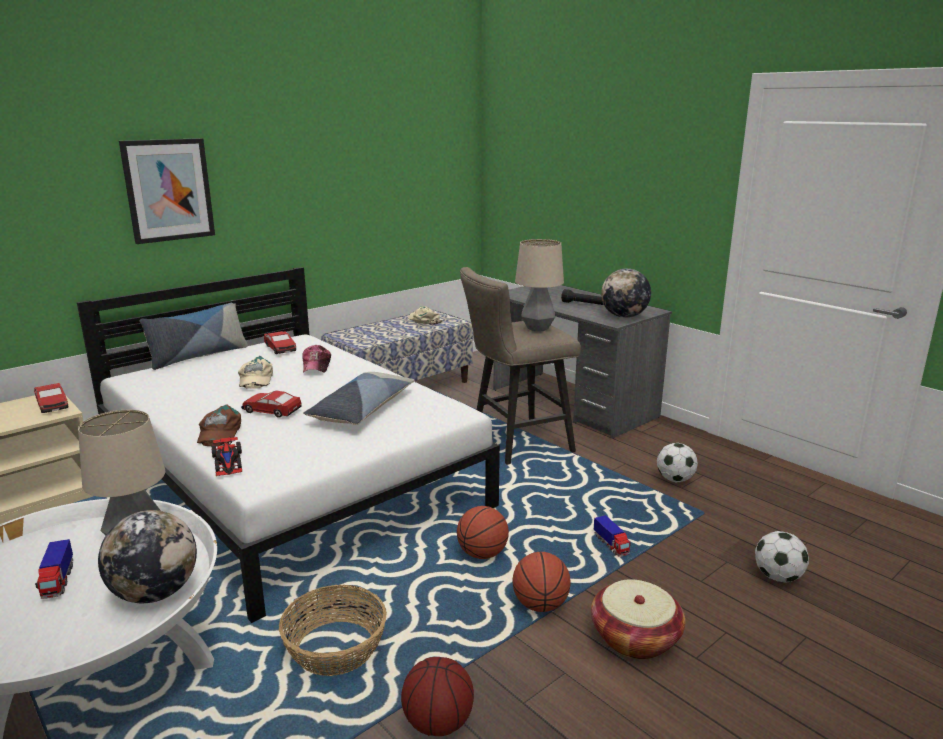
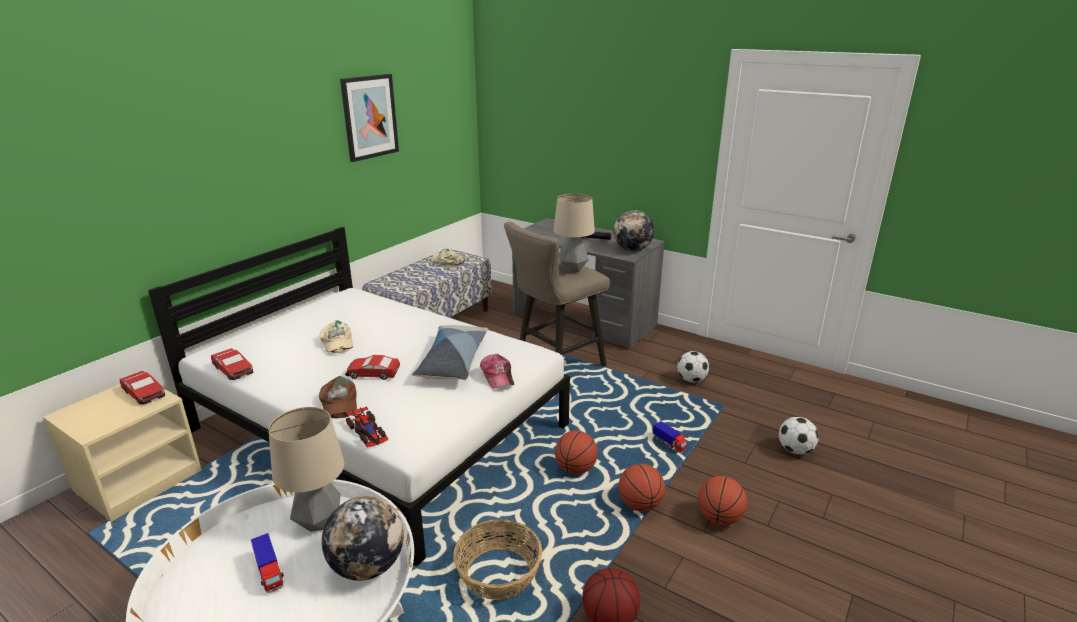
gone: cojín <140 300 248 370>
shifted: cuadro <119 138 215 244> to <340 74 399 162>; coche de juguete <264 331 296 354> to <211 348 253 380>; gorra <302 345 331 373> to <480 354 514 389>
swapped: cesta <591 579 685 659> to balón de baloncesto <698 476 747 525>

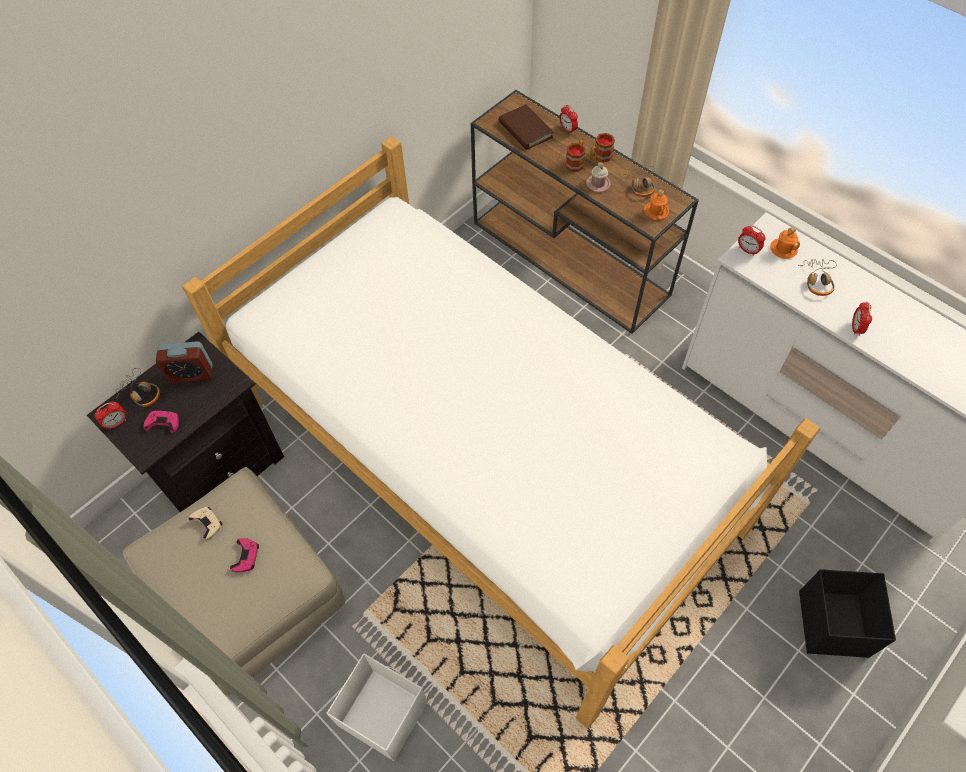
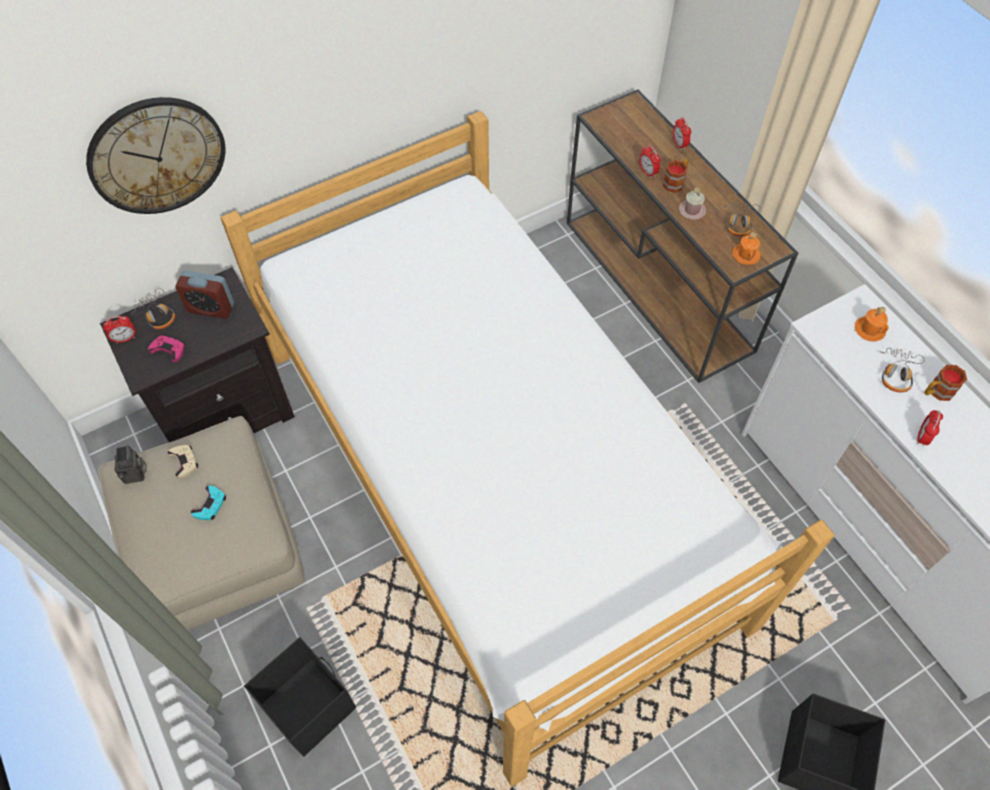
gone: libro (marrón) <499 104 554 150>
new: reloj de pared <86 97 225 214>; cámara <114 445 147 484>
shifted: taza grande <590 133 615 163> to <925 365 967 401>; despertador <738 225 766 256> to <639 146 661 178>
repainted: mando de consola (rosa) <230 538 259 573> to mando de consola (turquesa) <191 485 226 520>; caja de almacenaje (blanco) <327 653 428 761> to caja de almacenaje (negro) <244 637 356 757>

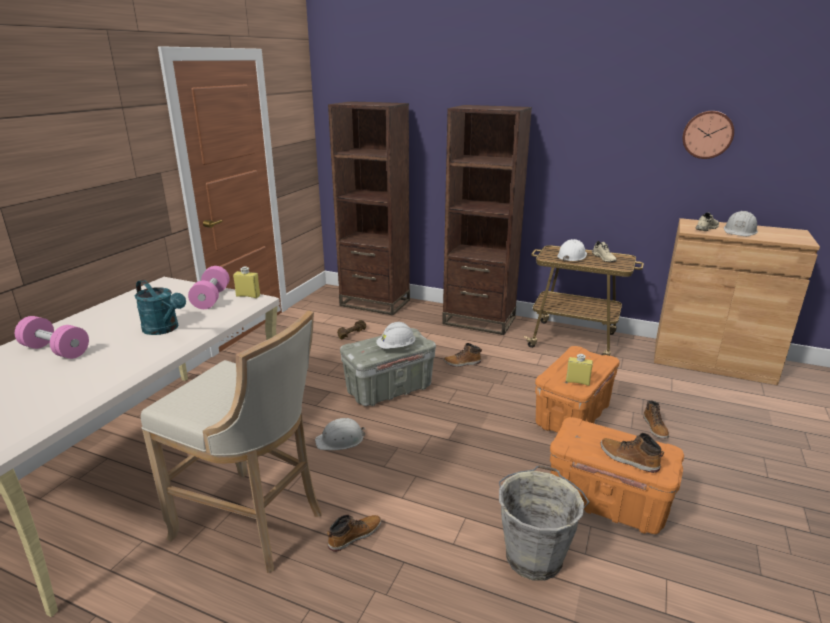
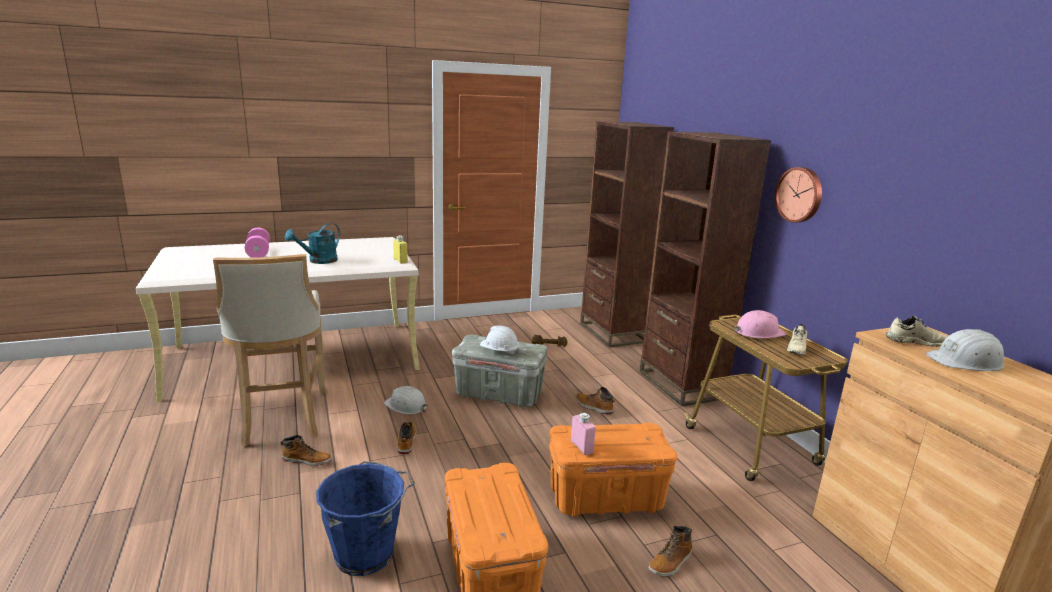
gone: mancuerna (rosa) <188 266 230 309>
shifted: reloj de pared <683 111 734 159> to <775 167 822 223>; bota <601 433 664 473> to <397 422 416 454>
repainted: casco (blanco) <557 239 587 262> to casco (rosa) <734 310 787 338>; botella (amarillo) <566 354 593 386> to botella (rosa) <571 413 596 455>; cubo (gris) <499 465 589 581> to cubo (azul) <316 462 415 576>
rotated: regadera (turquesa) <135 280 186 335> = <285 223 340 264> 45 degrees clockwise

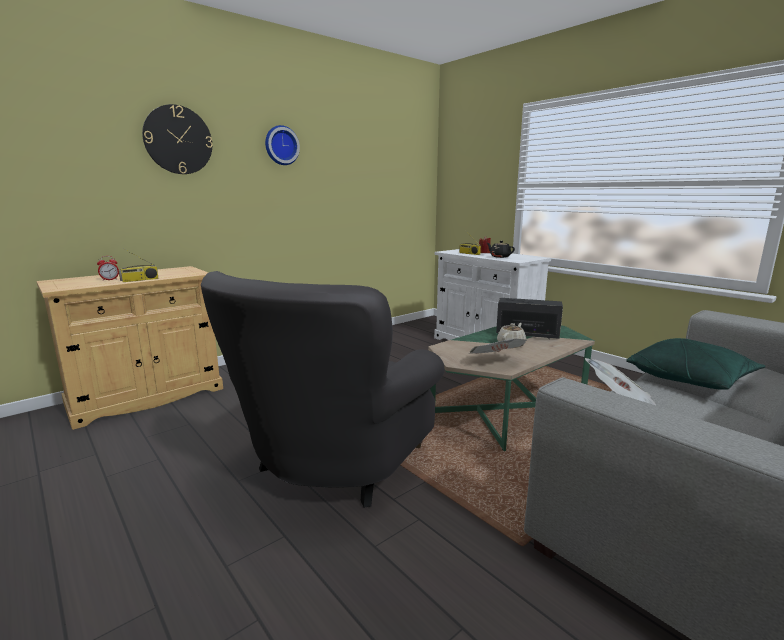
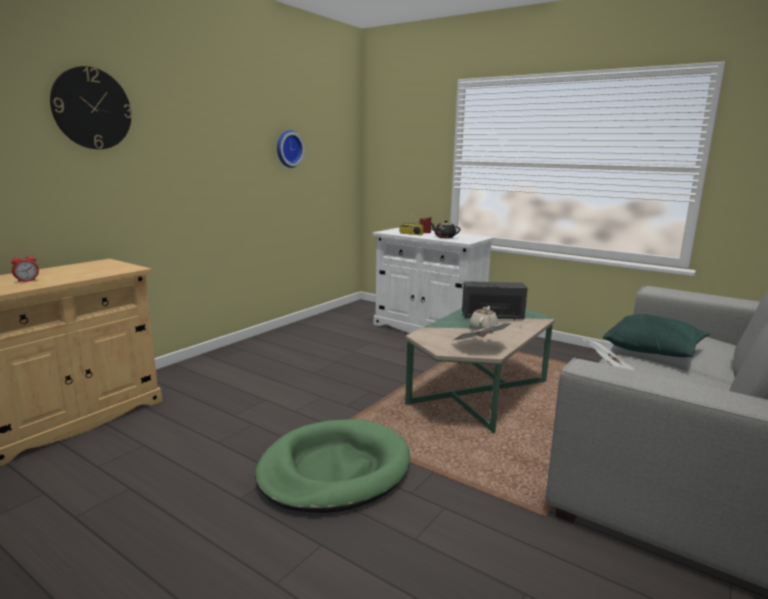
gone: radio <118 248 159 282>
shifted: reloj de pared <265 125 300 165> to <277 130 305 168>
swapped: sillón (gris) <201 271 445 508> to cama para perro (verde) <255 419 410 513>

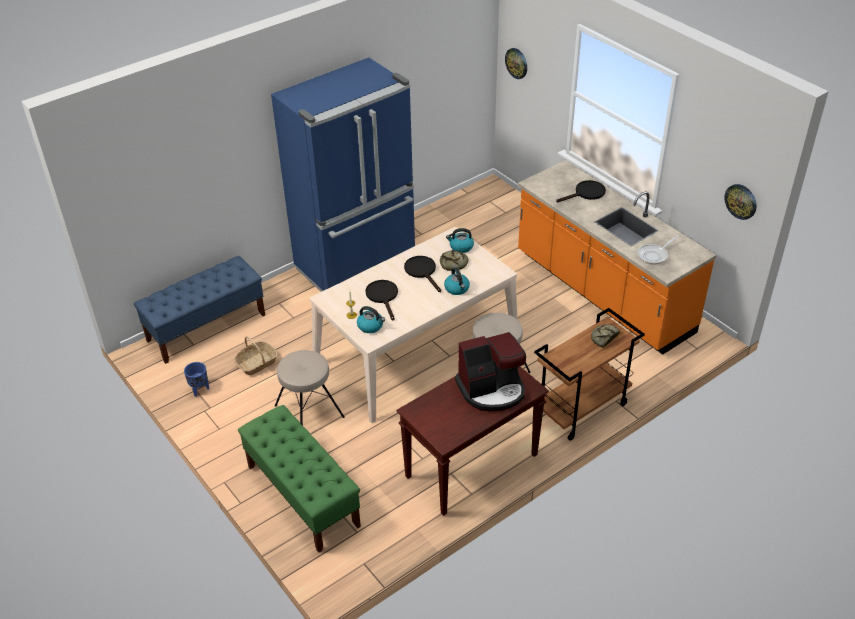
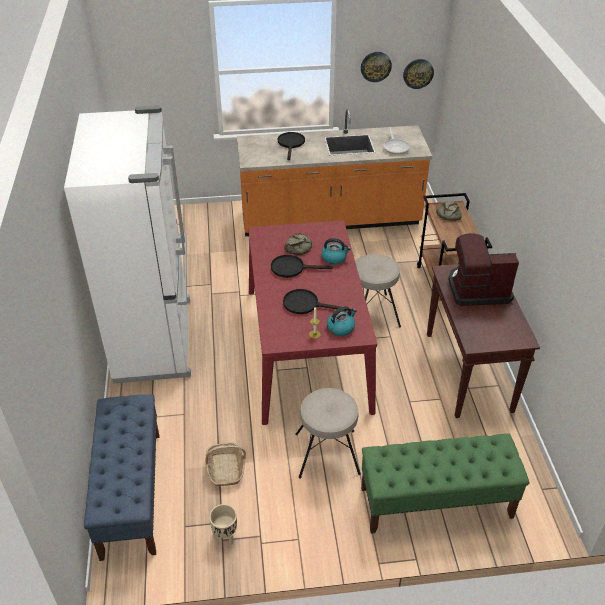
gone: hervidor <446 228 474 253>
shifted: reloj de pared <505 48 527 79> to <361 52 392 82>
repainted: nevera (azul) <271 57 415 292> to nevera (blanco) <64 105 191 384>; mesa de comedor (beis) <310 227 517 423> to mesa de comedor (rojo) <248 221 377 425>; maceta (azul) <184 362 209 397> to maceta (beis) <209 504 237 545>
rotated: cafetera <455 332 526 411> = <448 233 519 306> 105 degrees counterclockwise

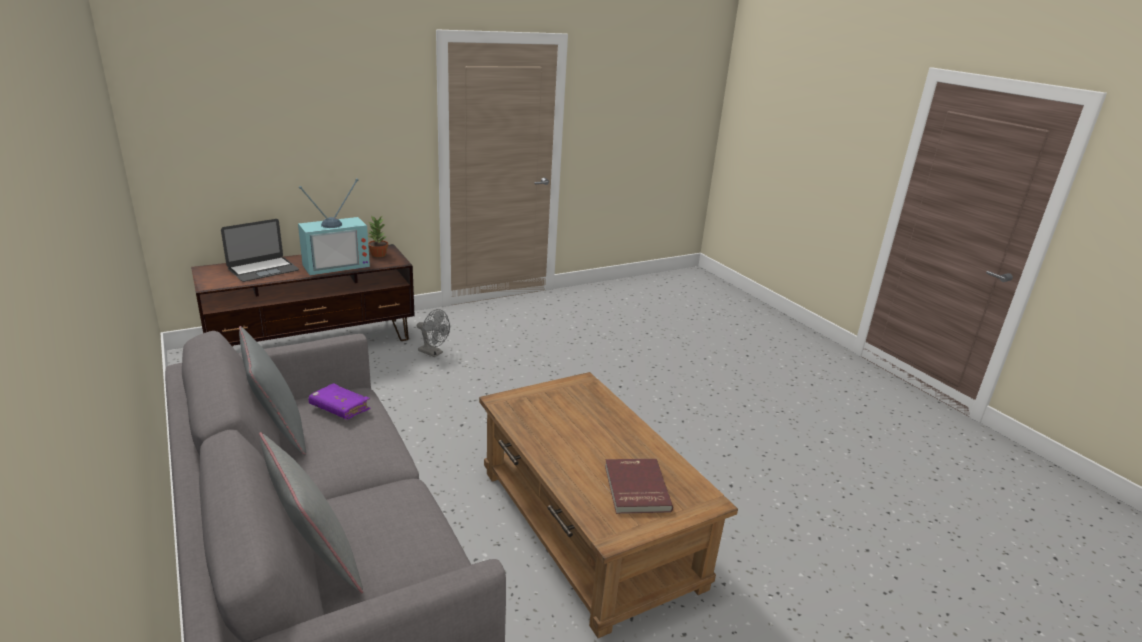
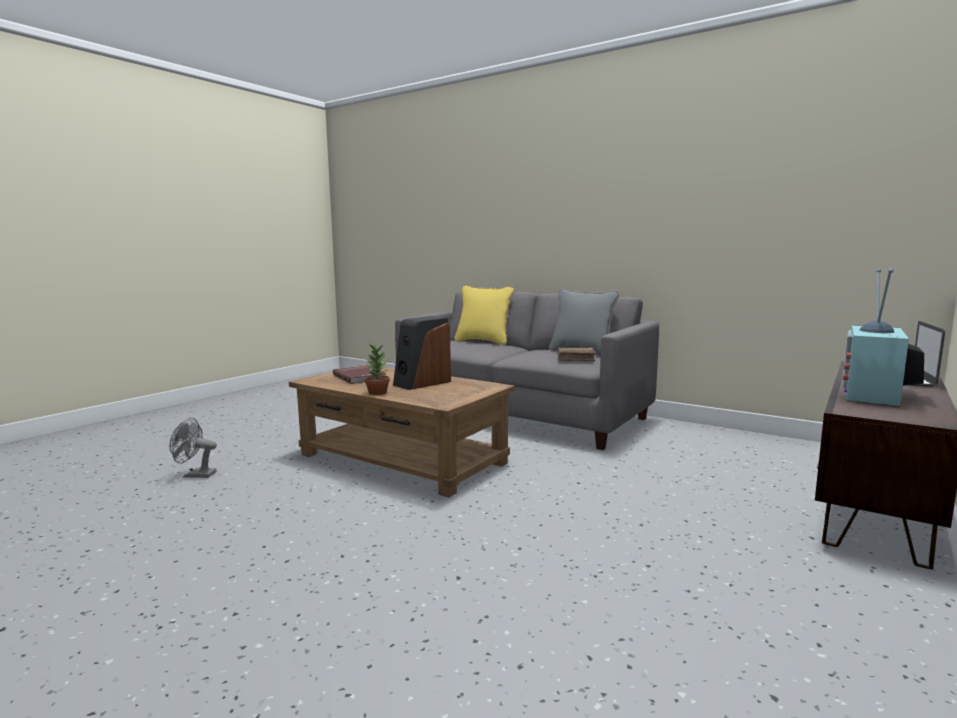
new: altavoz <393 316 451 390>
shifted: planta en maceta <368 216 388 257> to <365 343 390 395>; ventilador (gris) <417 309 450 357> to <170 418 217 478>
repainted: libro (morado) <308 383 370 419> to libro (marrón) <557 347 596 361>; cojín (gris) <259 432 363 594> to cojín (amarillo) <454 285 514 345>

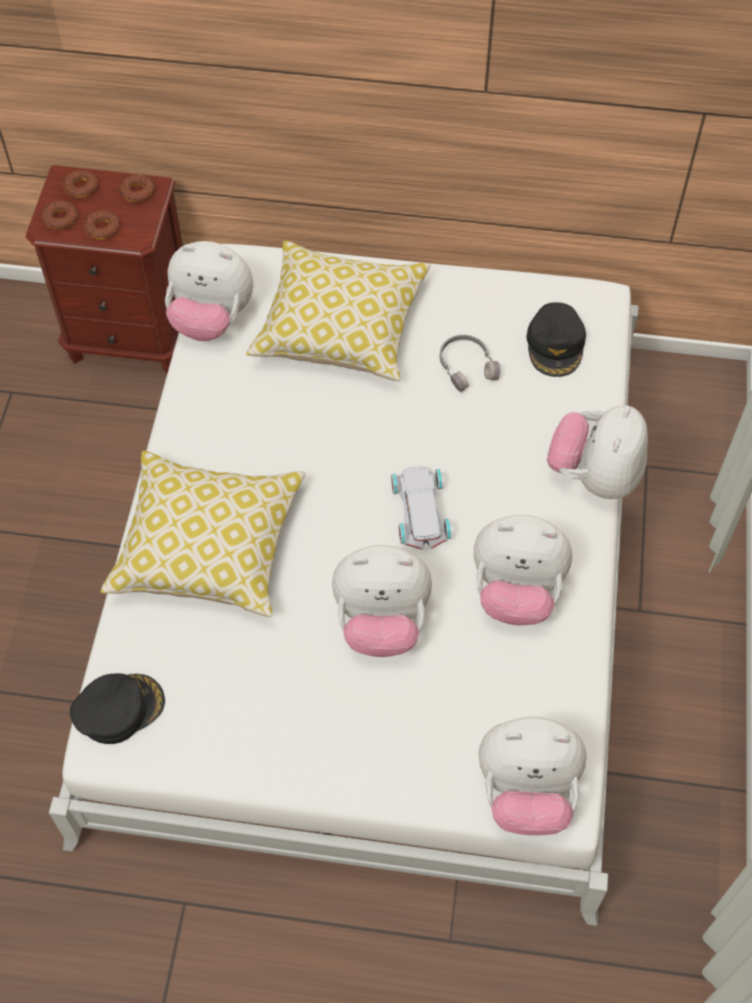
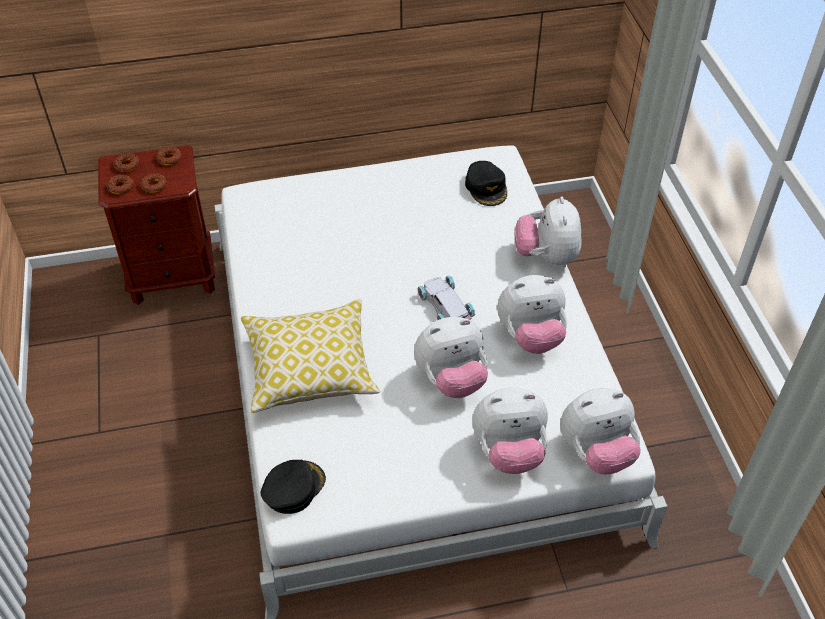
gone: cojín <246 241 431 381>; auriculares (gris) <440 335 500 392>
shifted: peluche <165 241 253 341> to <472 387 548 474>

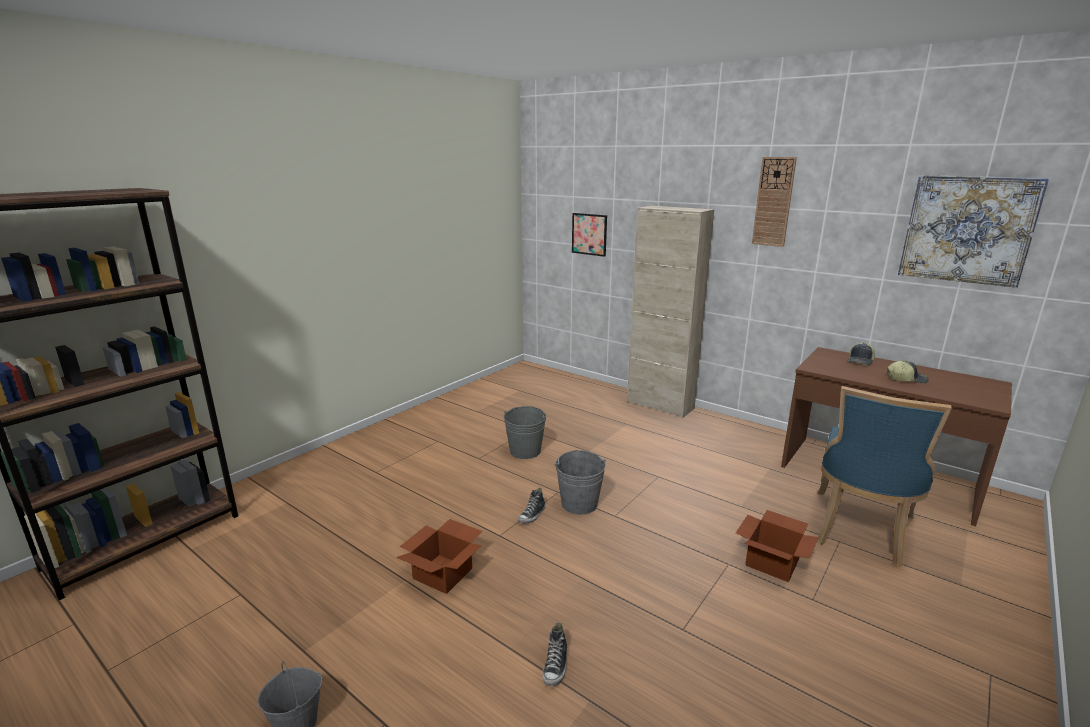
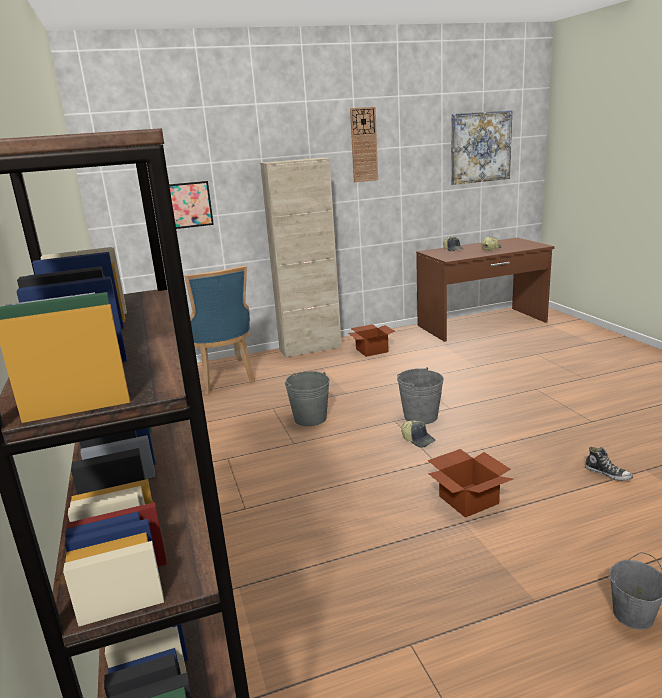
shifted: silla (azul) <817 386 952 568> to <184 266 255 394>; caja de cartón <736 510 819 582> to <348 324 395 357>
swapped: zapato <518 488 545 523> to gorra <401 421 436 448>

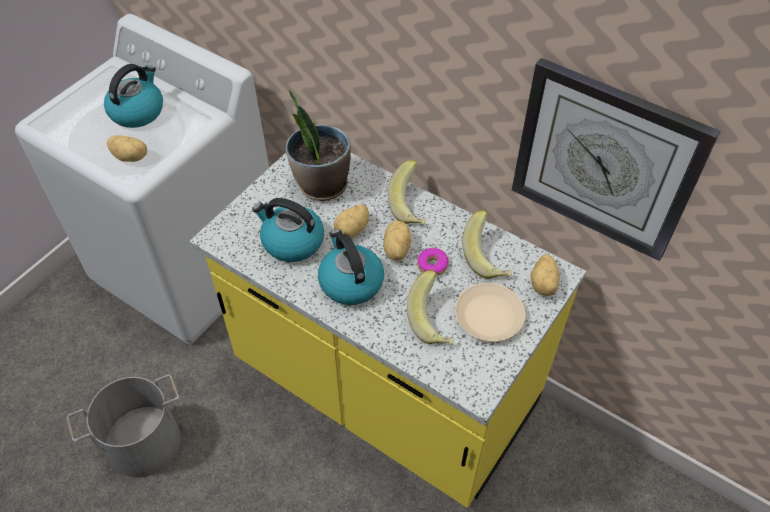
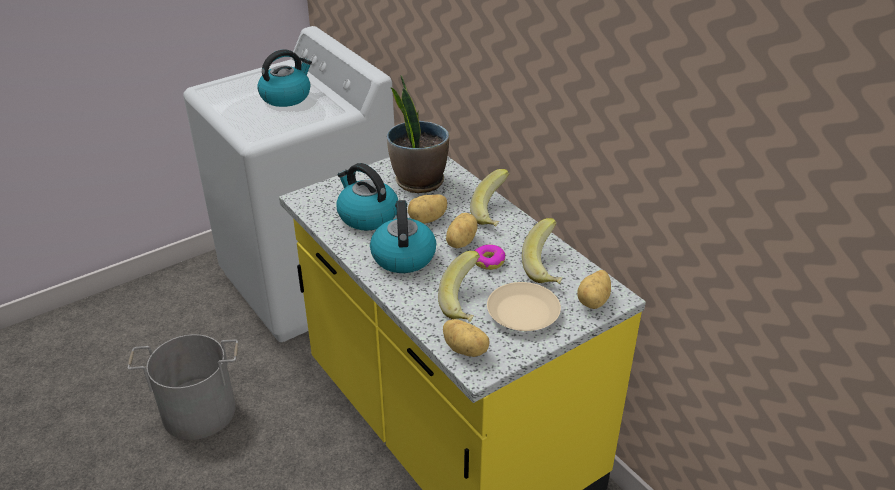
gone: reloj de pared <512 58 720 261>
shifted: patata <107 135 147 162> to <443 319 490 357>

